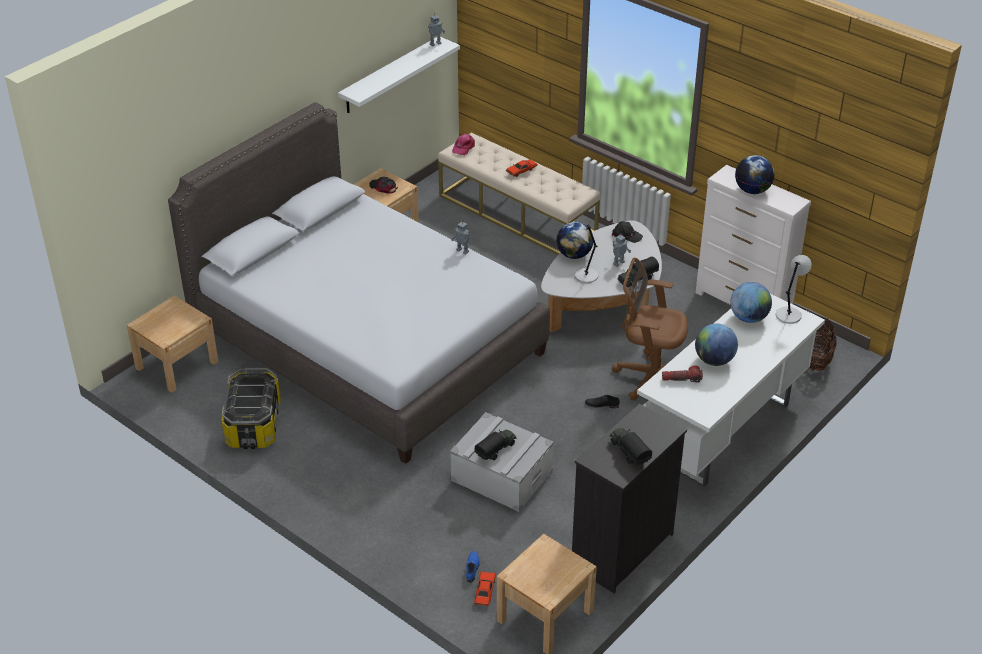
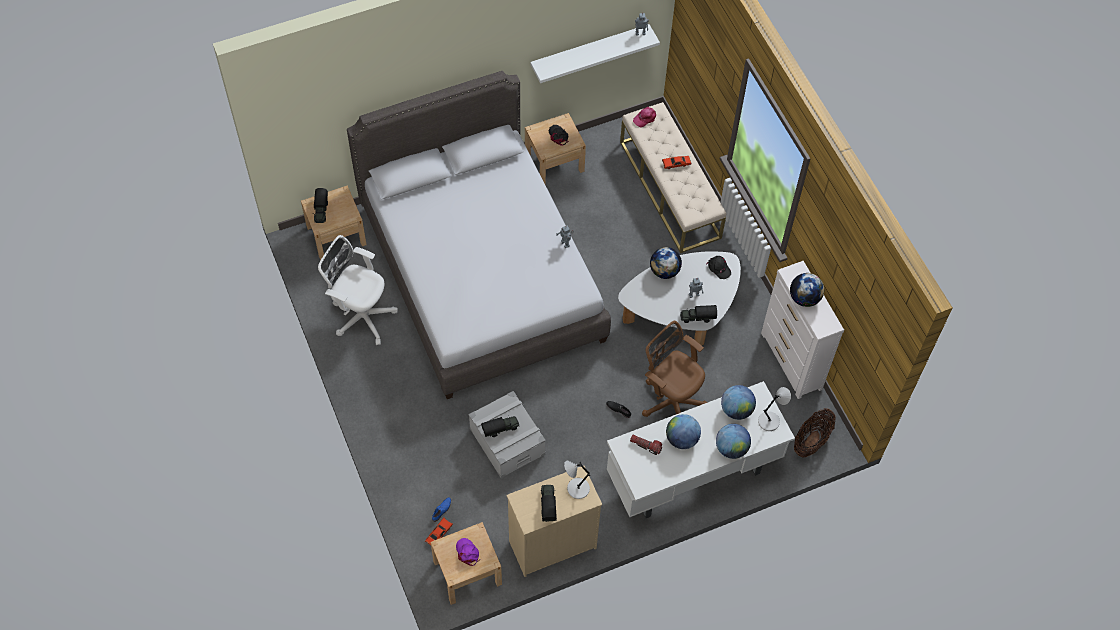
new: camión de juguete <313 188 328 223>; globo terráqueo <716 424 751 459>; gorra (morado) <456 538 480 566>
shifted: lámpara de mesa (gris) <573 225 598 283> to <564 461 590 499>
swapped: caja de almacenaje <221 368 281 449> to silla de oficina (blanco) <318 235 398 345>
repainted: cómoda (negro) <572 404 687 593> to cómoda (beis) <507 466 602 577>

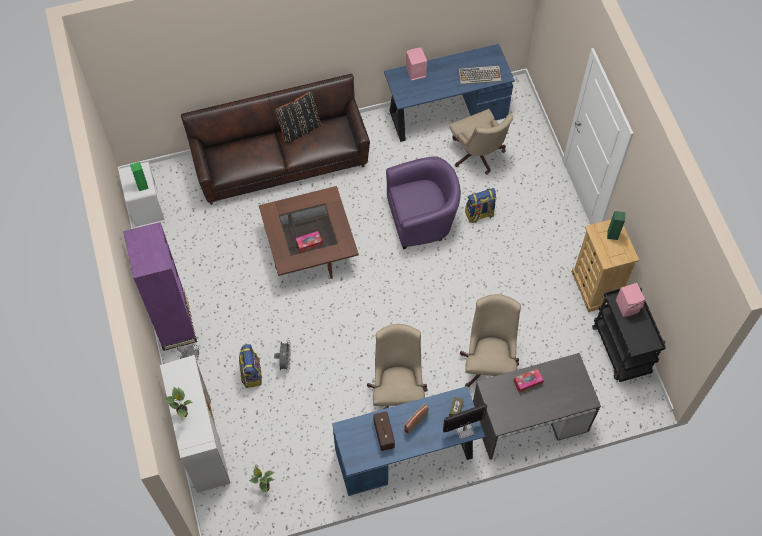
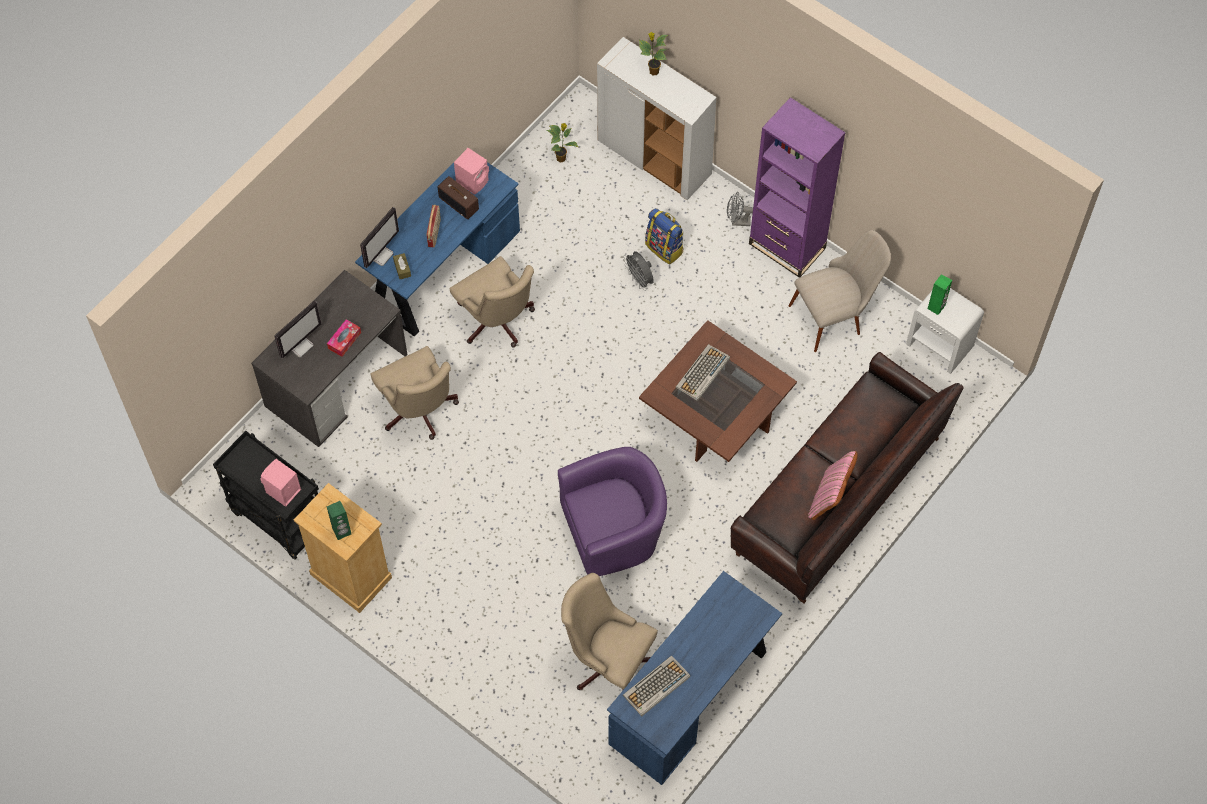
gone: mochila <465 188 496 223>
new: silla (beis) <789 230 891 352>; monitor <275 301 322 358>
shifted: altavoz (rosa) <406 47 427 81> to <454 148 489 195>
swapped: caja de pañuelos <296 231 323 252> to teclado <676 344 730 401>
repainted: cojín (negro) <275 92 322 143> to cojín (rosa) <808 451 858 520>
rotated: sillón (morado) <386 157 461 249> = <558 447 667 576> 150 degrees counterclockwise

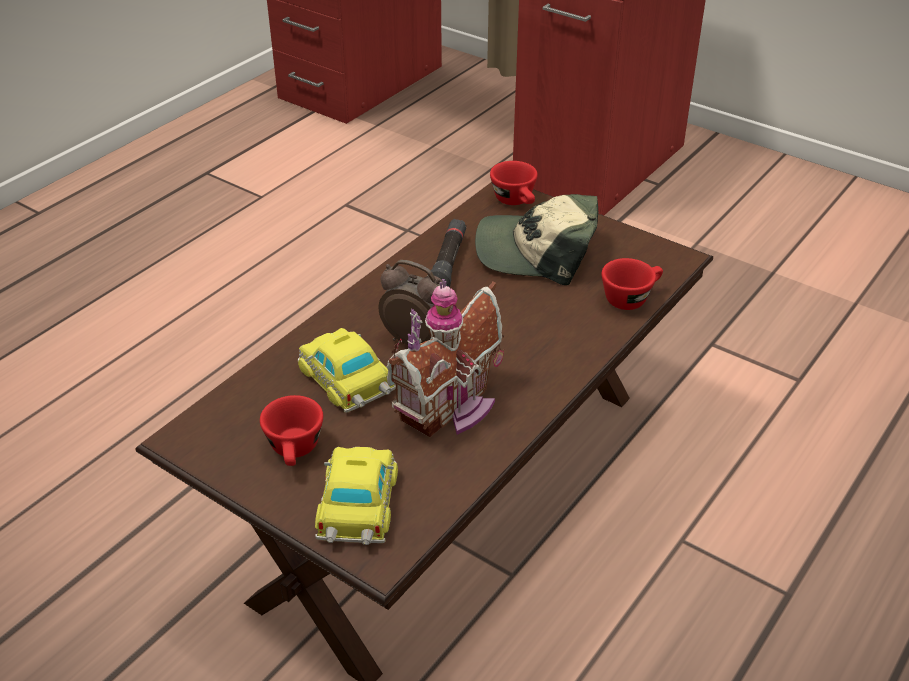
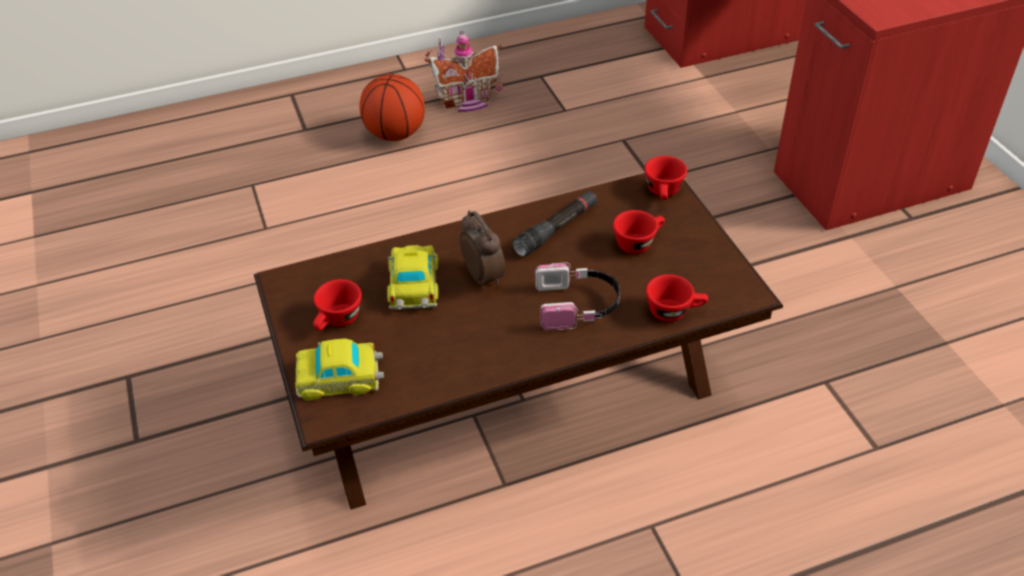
new: balón de baloncesto <360 74 425 141>; auriculares <535 262 620 330>
shifted: casita <387 278 504 437> to <424 30 503 112>
swapped: gorra <475 194 598 285> to taza (rojo) <613 210 665 254>
rotated: coche de juguete <315 447 398 545> = <295 339 384 401> 135 degrees counterclockwise

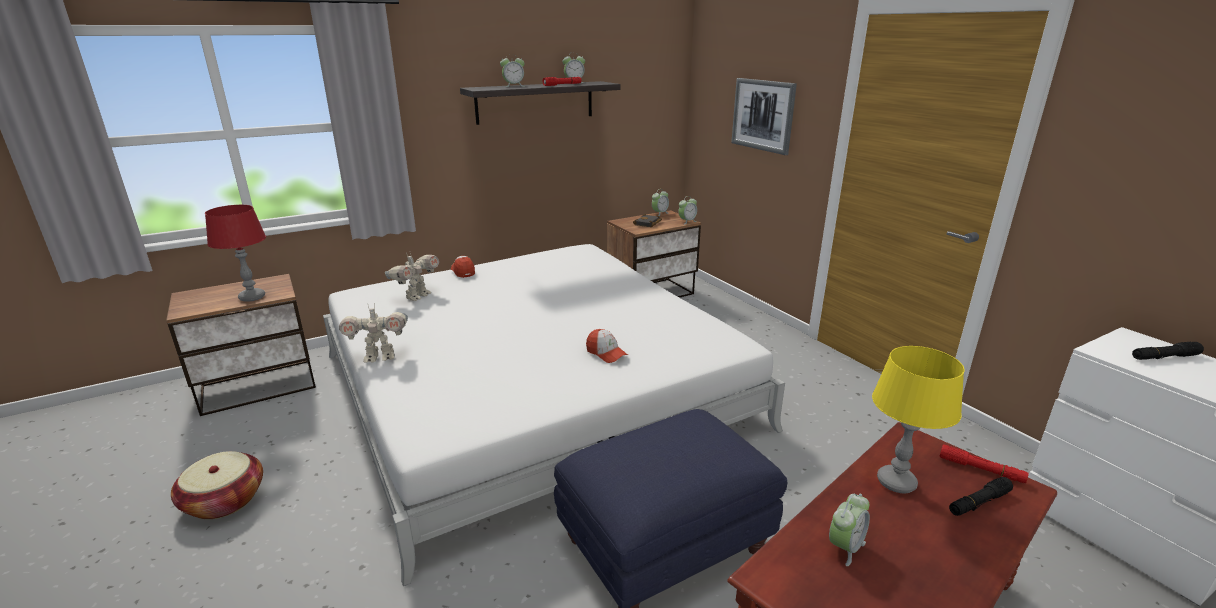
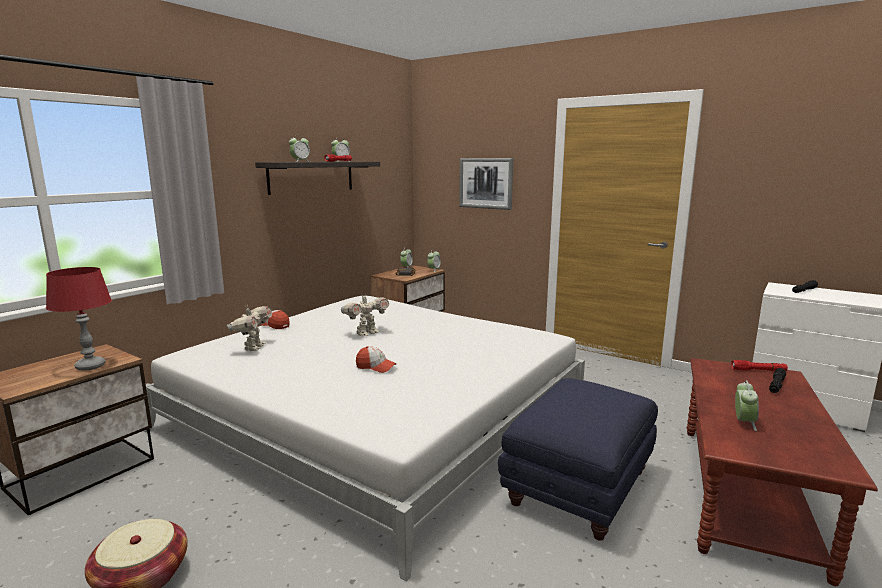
gone: lámpara de mesa (amarillo) <872 346 964 493>
shifted: robot de juguete <339 306 408 363> to <341 293 389 336>; gorra <586 329 628 363> to <356 346 397 373>

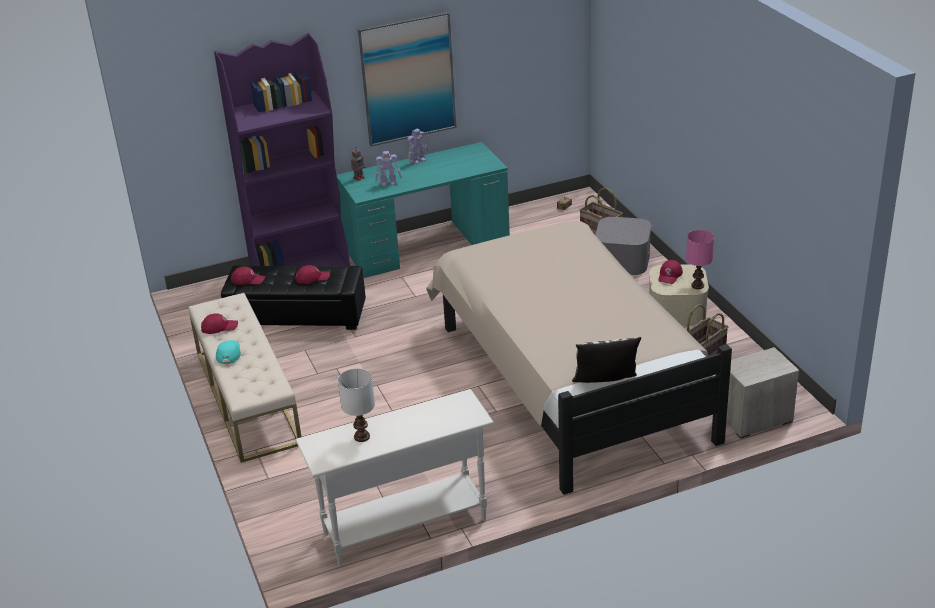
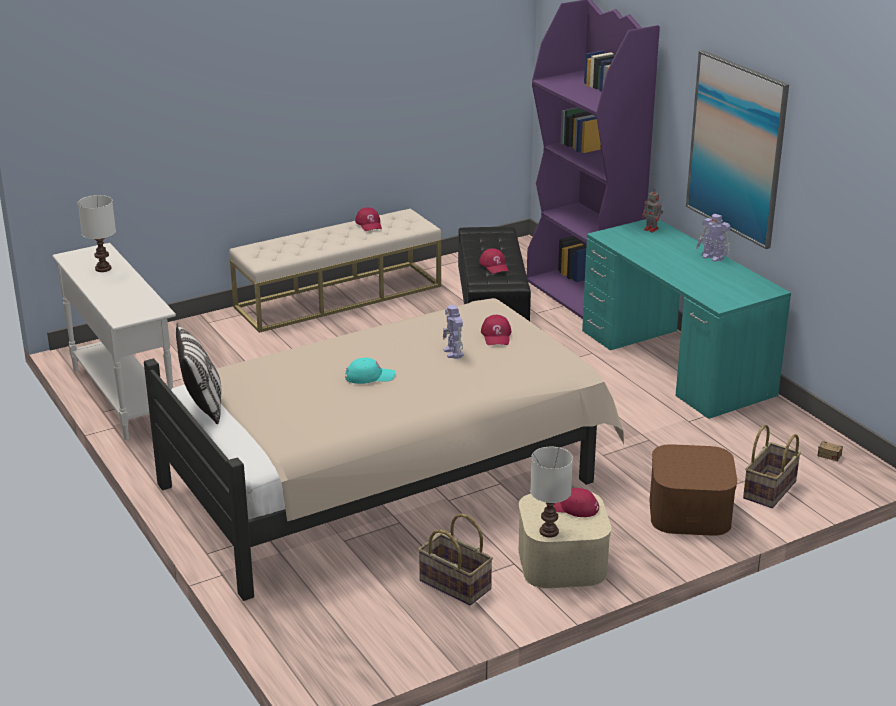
gone: mesita de noche <726 347 799 439>
shifted: robot de juguete <375 151 402 187> to <443 305 464 359>; gorra (rojo) <231 267 265 285> to <481 315 511 345>; gorra (turquesa) <216 340 241 364> to <345 358 395 384>
repainted: caja de almacenaje (gris) <595 217 651 275> to caja de almacenaje (marrón) <649 444 737 536>; lámpara de mesa (rosa) <686 230 714 289> to lámpara de mesa (blanco) <530 447 573 538>

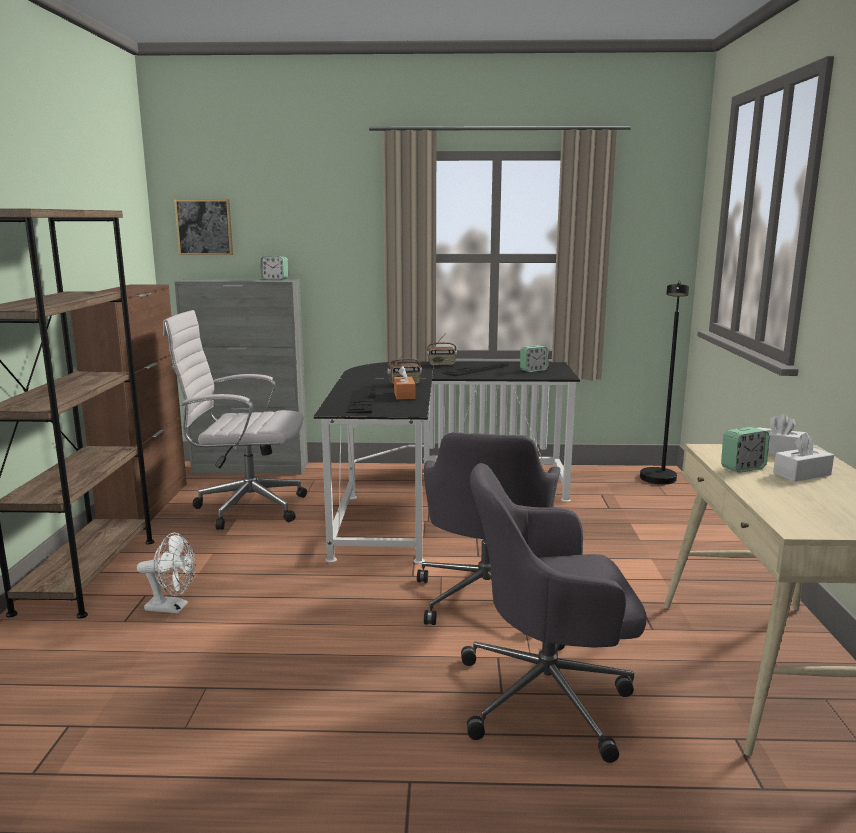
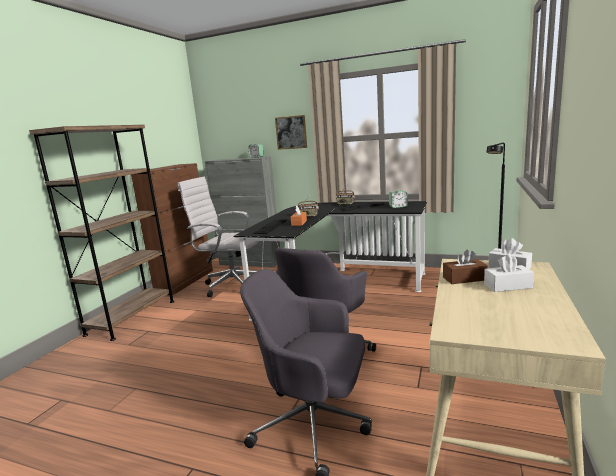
gone: ventilador (blanco) <137 533 196 613>
shifted: cuadro <174 199 233 255> to <275 115 307 150>
swapped: despertador <721 427 770 472> to caja de pañuelos (marrón) <443 249 488 284>

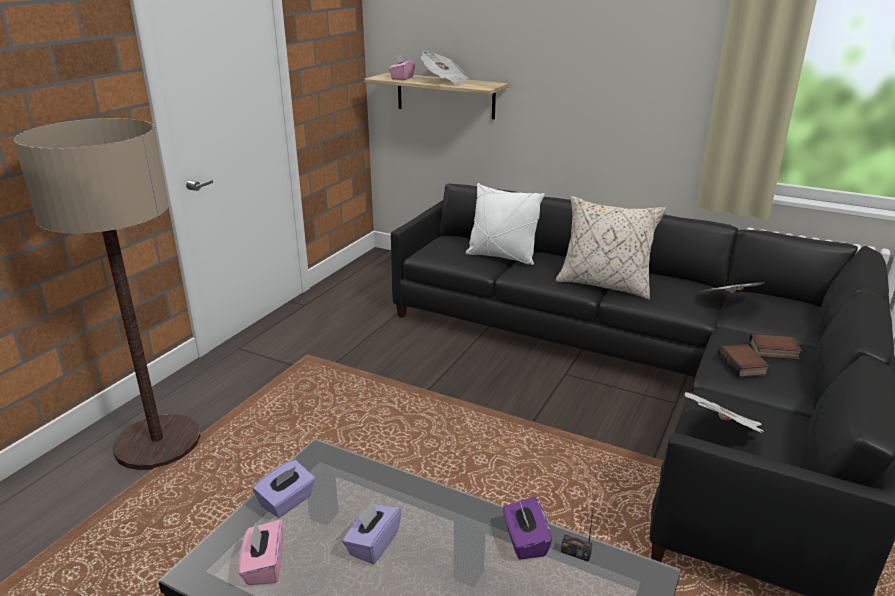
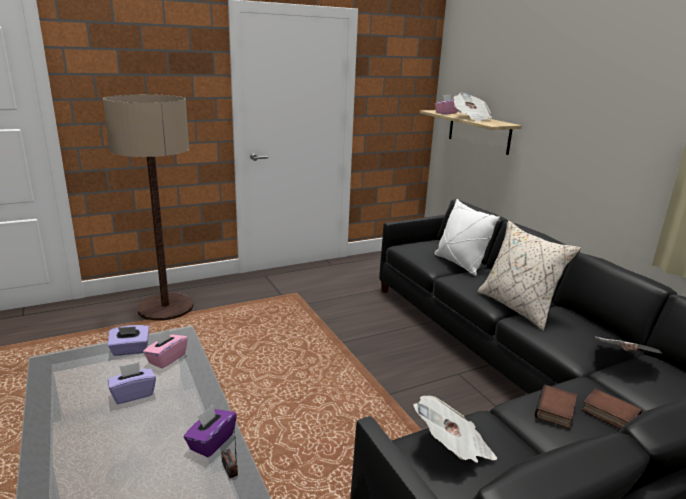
shifted: caja de pañuelos (rosa) <239 520 283 585> to <143 329 188 369>

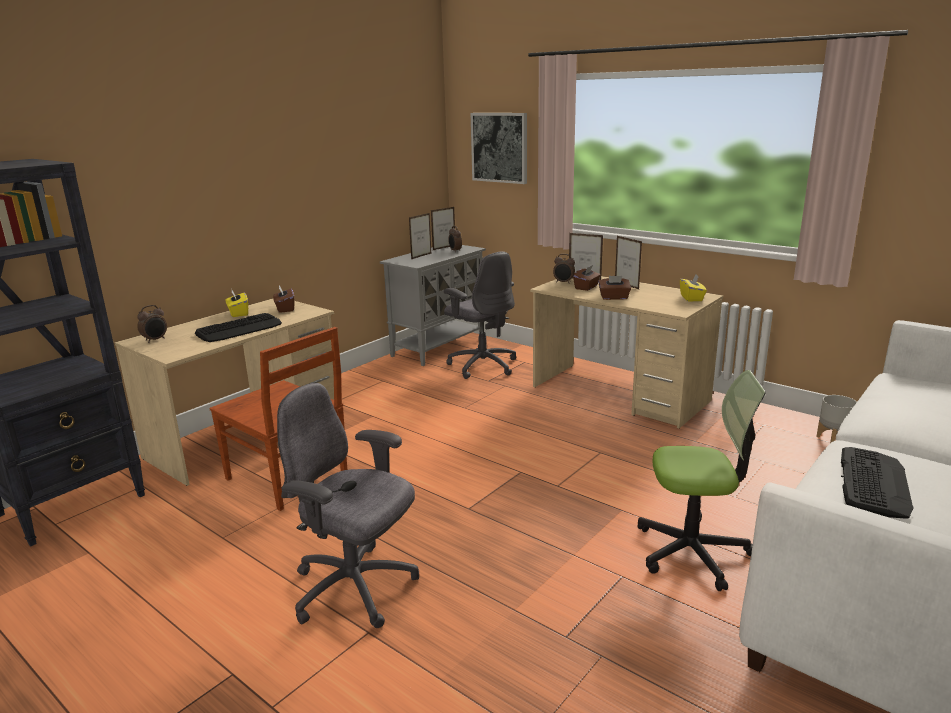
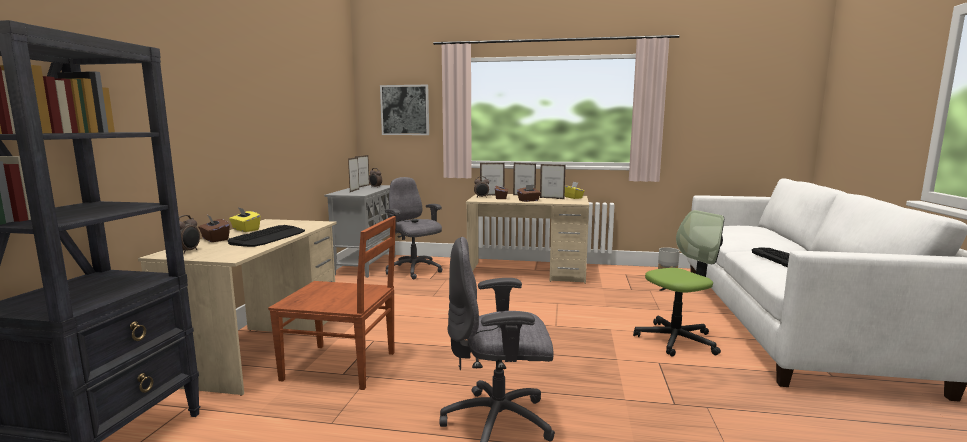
new: portarretratos <540 164 566 199>
shifted: caja de pañuelos (marrón) <273 285 295 313> to <198 216 230 242>
rotated: silla de oficina (gris) <444 251 516 379> = <385 177 442 279> 150 degrees counterclockwise

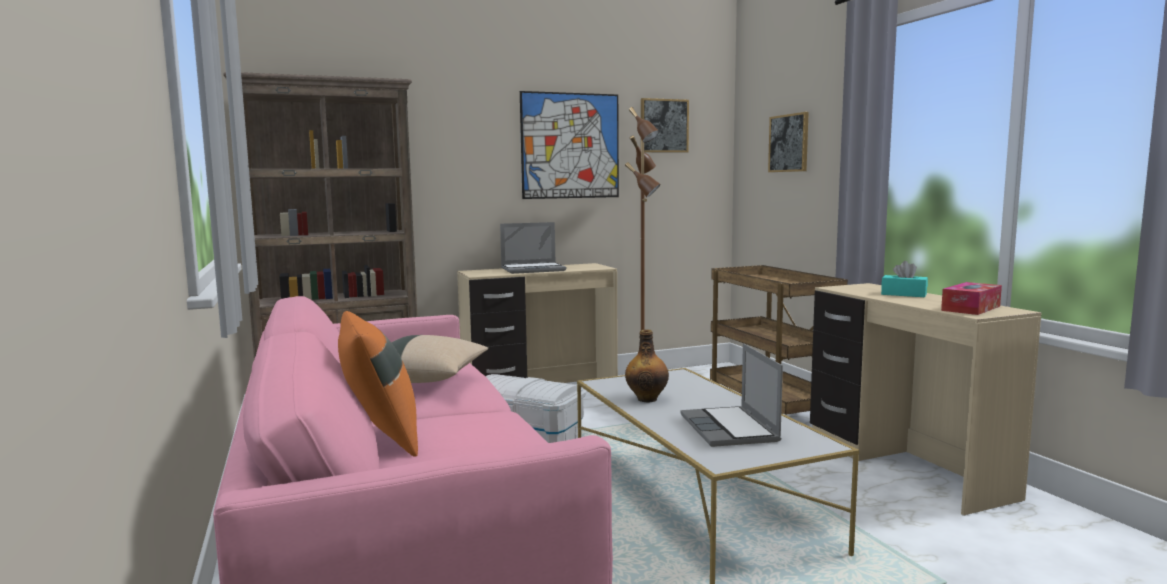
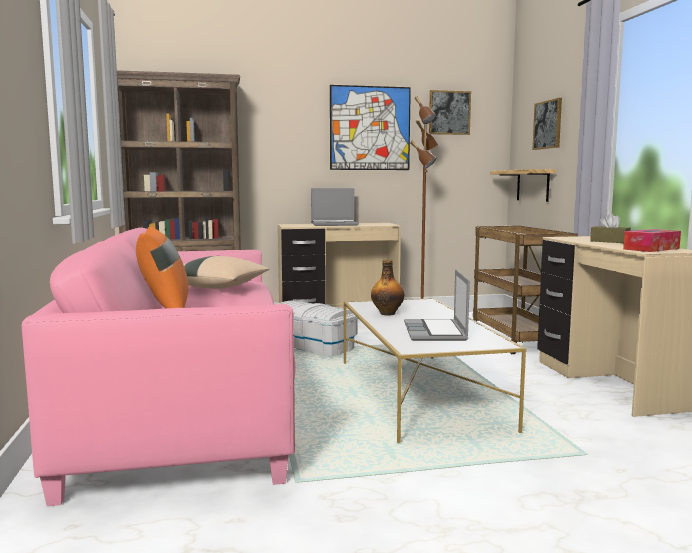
new: estante <490 169 556 202>
repainted: caja de pañuelos (turquesa) <881 261 928 297> to caja de pañuelos (marrón) <590 213 631 243>

